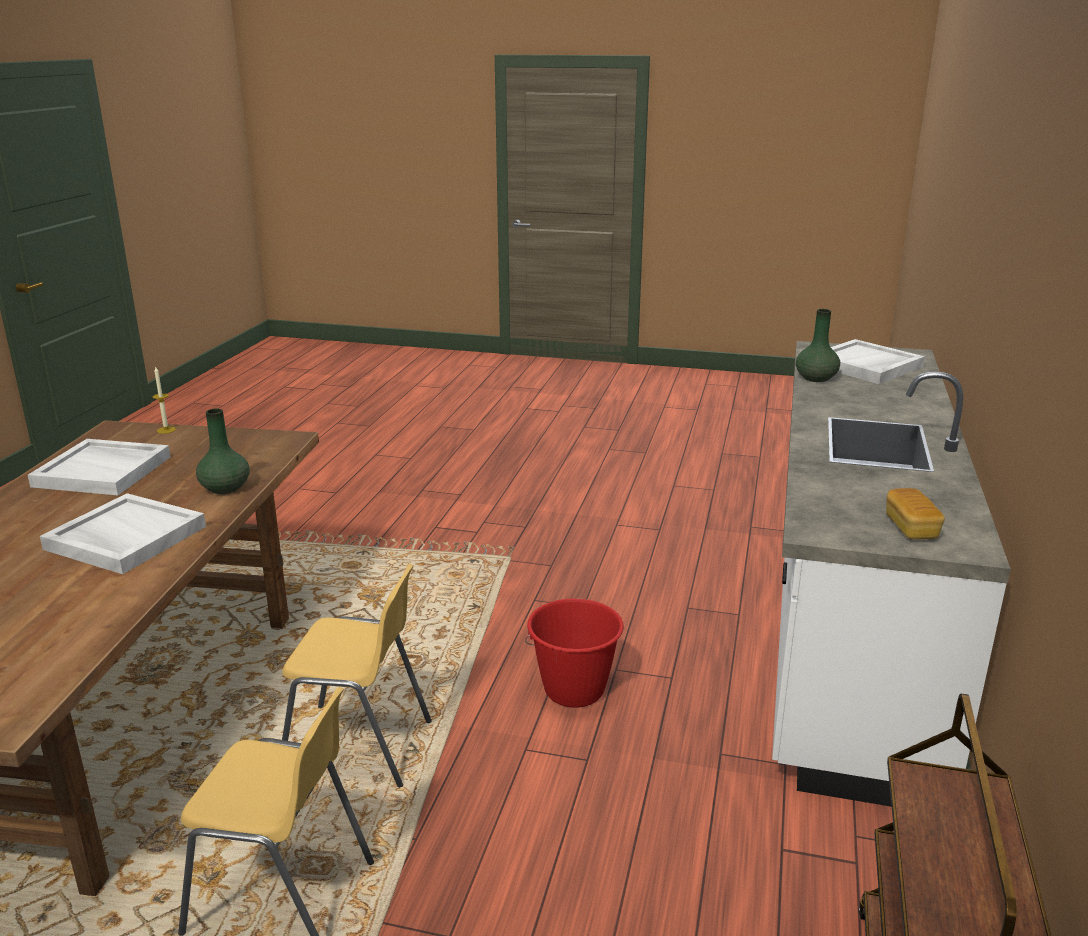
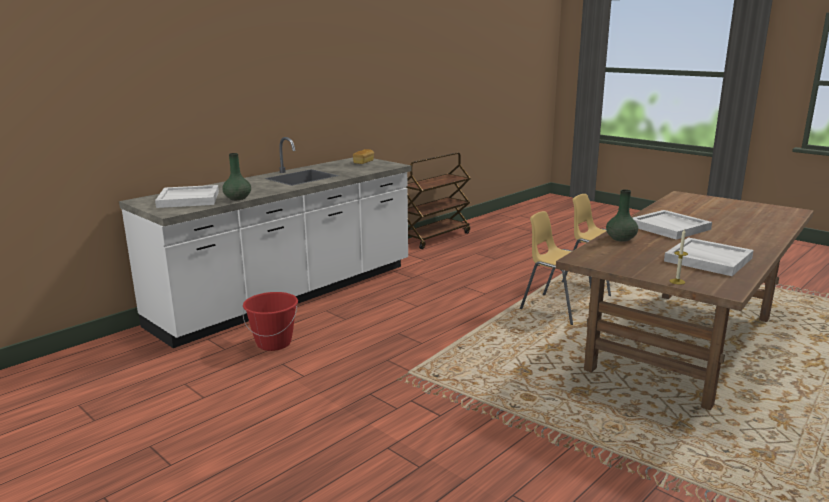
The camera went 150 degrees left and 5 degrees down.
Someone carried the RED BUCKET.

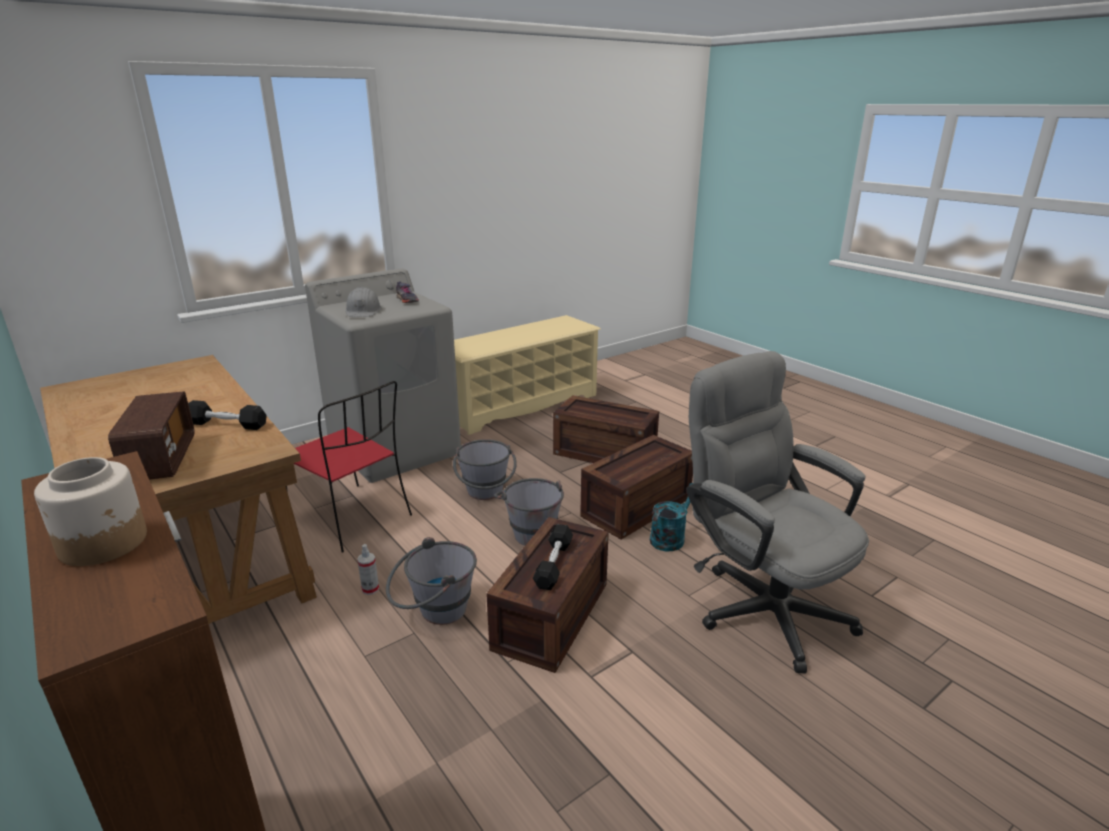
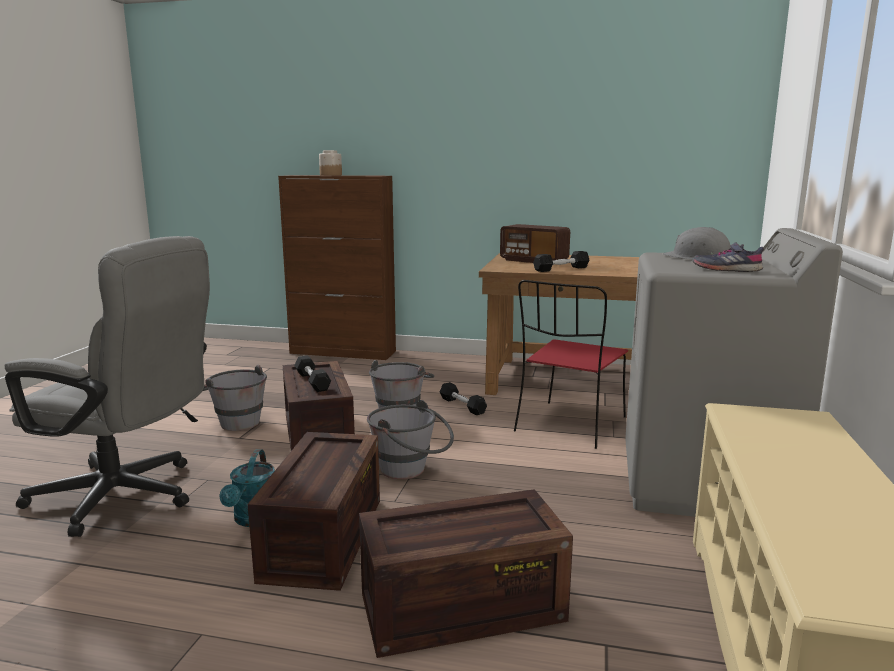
The camera went 140 degrees right and 10 degrees down.
Someone rotated the RED CHAIR by 60 degrees counterclockwise.
Someone swapped the SPRAY BOTTLE for the BLACK DUMBBELL (no. 2 from left).
Someone carried the GREY BUCKET (no. 2 from left in the first image).

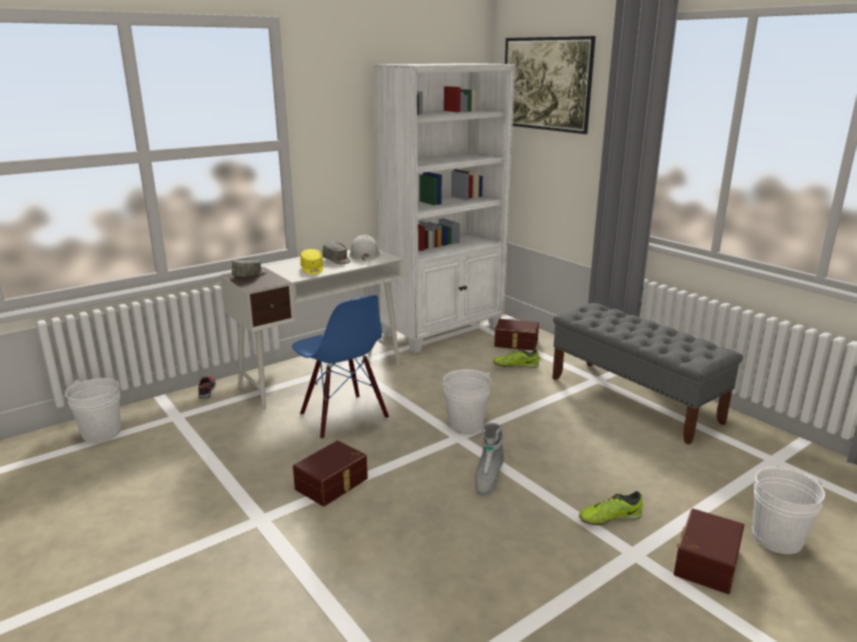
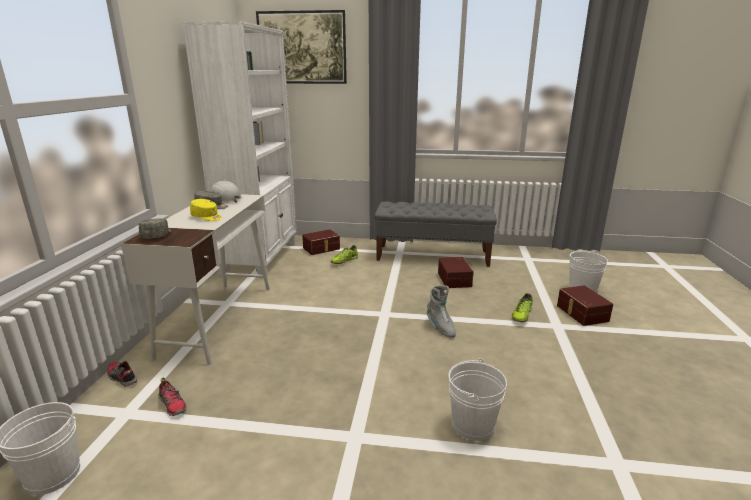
The camera went 45 degrees left and 0 degrees up.
Someone took away the BLUE CHAIR.
Someone carried the BROWN STORAGE BOX (no. 1 from left in the first image).
Someone carried the WHITE BUCKET (no. 2 from left).
Someone put down the SHOE (no. 2 from left).

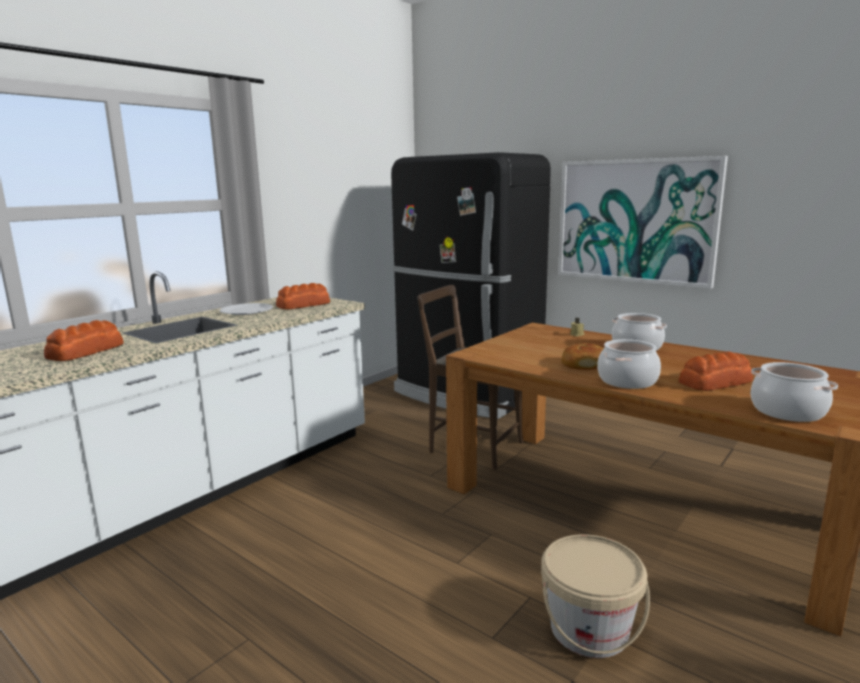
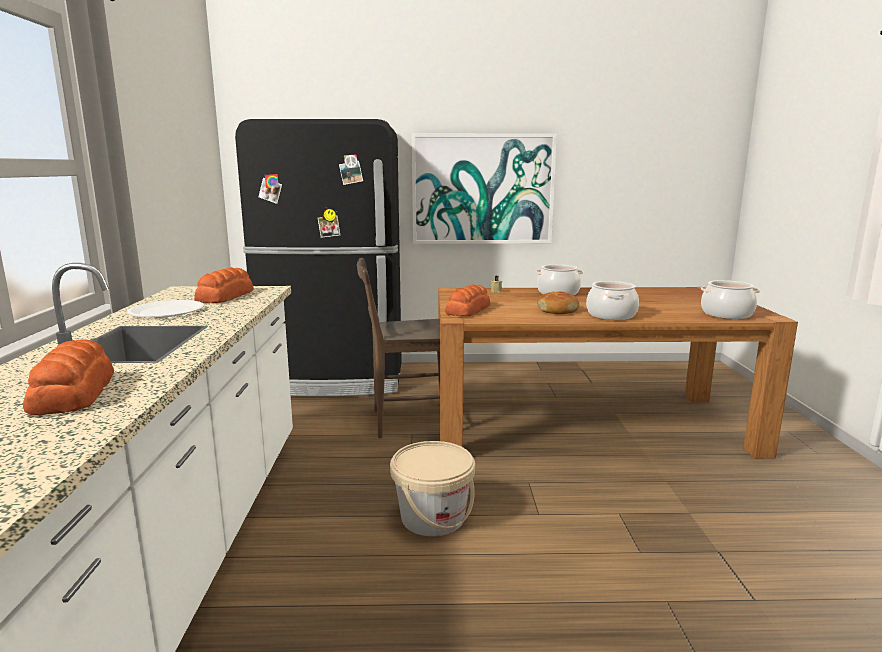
The camera went 40 degrees left and 0 degrees up.
Someone carried the BEIGE BUCKET.
Someone carried the BREAD (no. 4 from left in the first image).

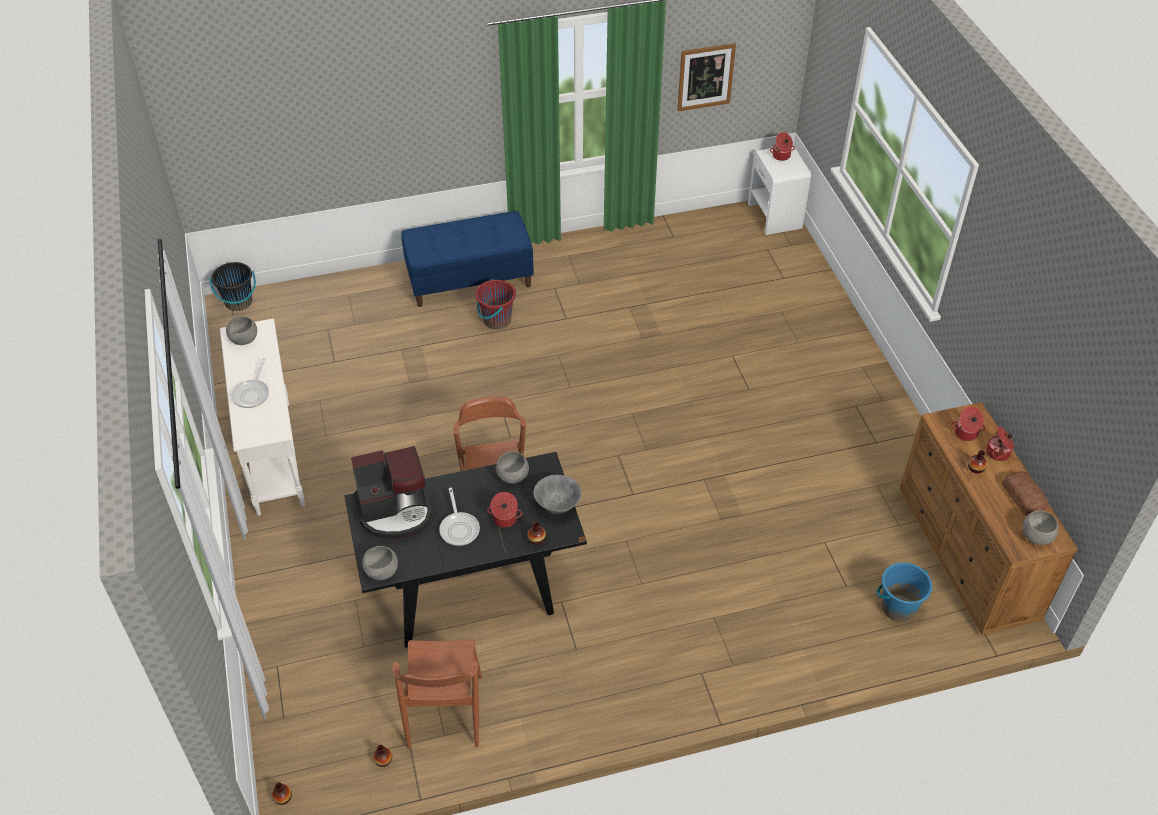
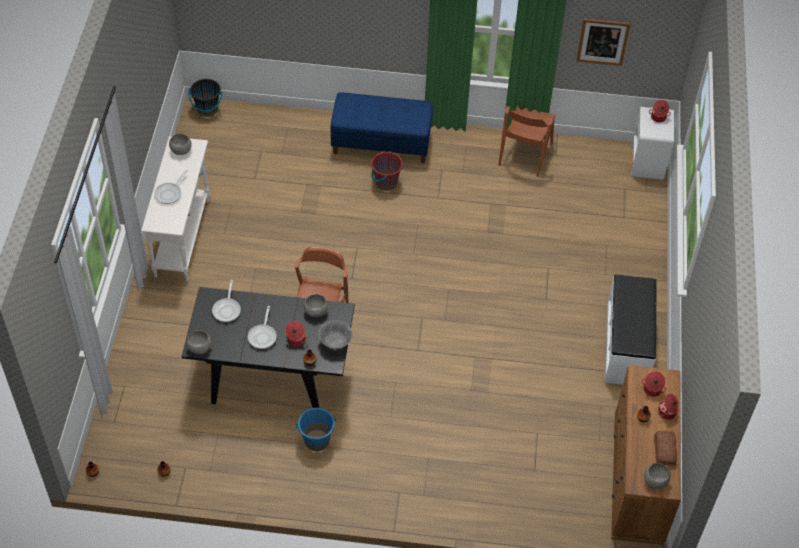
The camera went 20 degrees right and 5 degrees up.
Someone swapped the COFFEE MACHINE for the FRYING PAN (no. 2 from left).
Someone carried the BROWN CHAIR (no. 1 from left in the first image).
Someone carried the BLUE BUCKET.
Someone put down the WHITE BENCH.

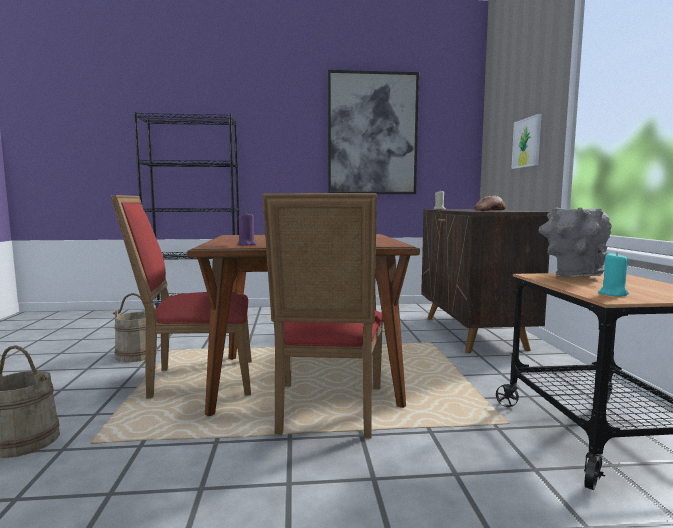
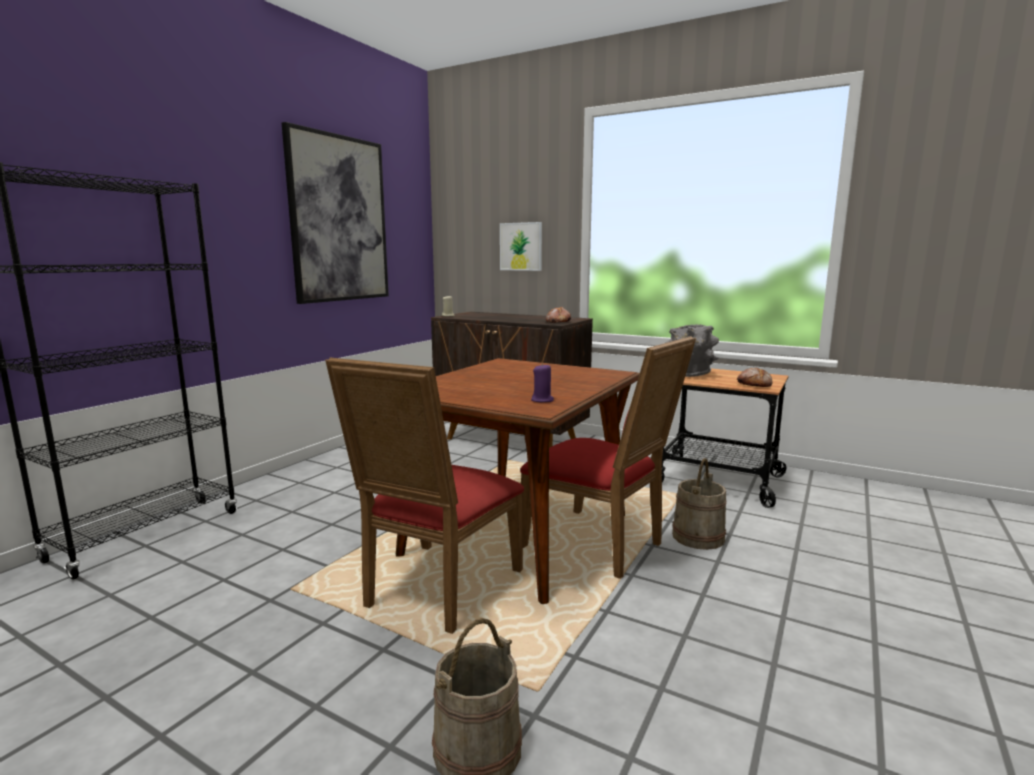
The camera went 55 degrees left and 5 degrees up.
Someone carried the BEIGE BUCKET (no. 2 from left).
Someone swapped the TURQUOISE CANDLE for the BREAD (no. 2 from left).

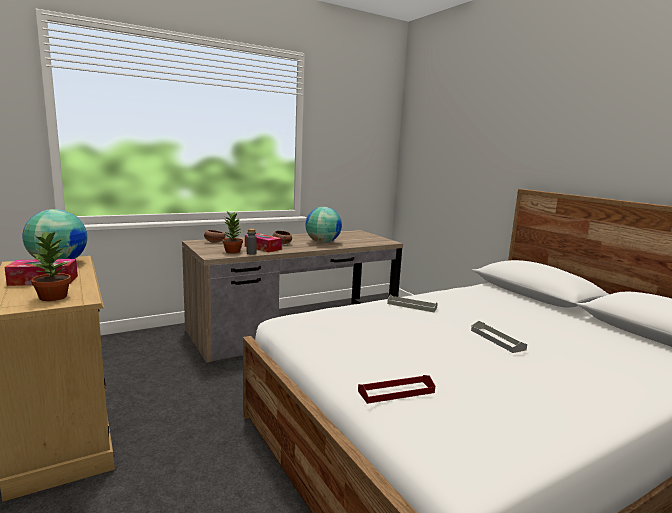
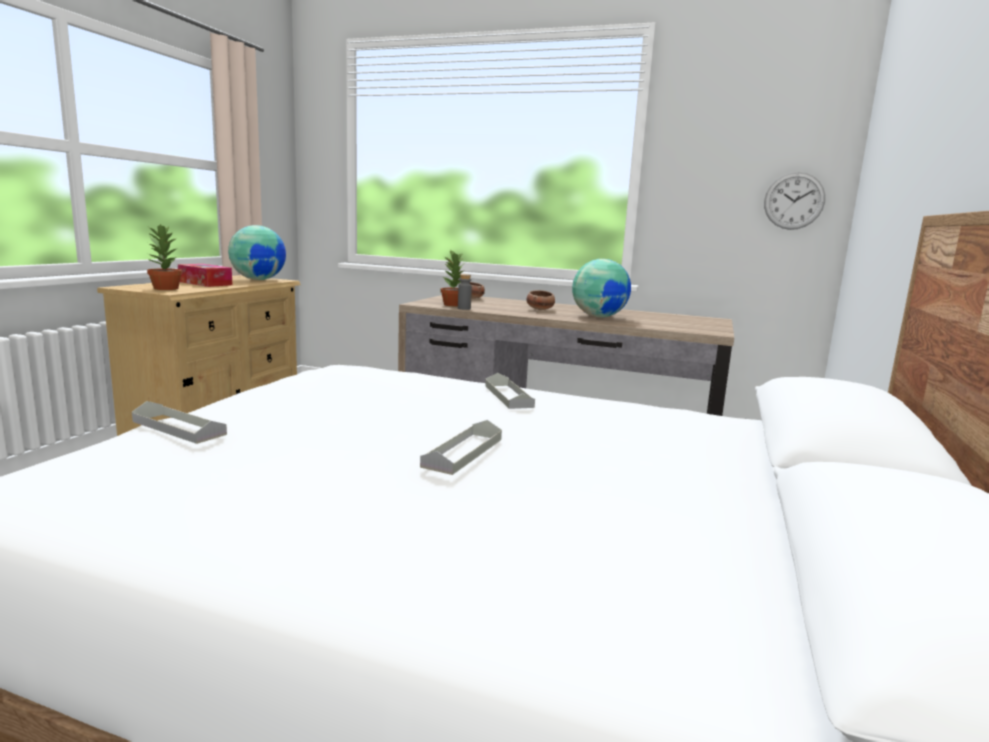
The camera went 50 degrees right and 0 degrees up.
Someone took away the TISSUE BOX (no. 2 from left).
Someone repainted the RED TRAY, which became the GREY TRAY (no. 1 from left).
Someone put up the WALL CLOCK.

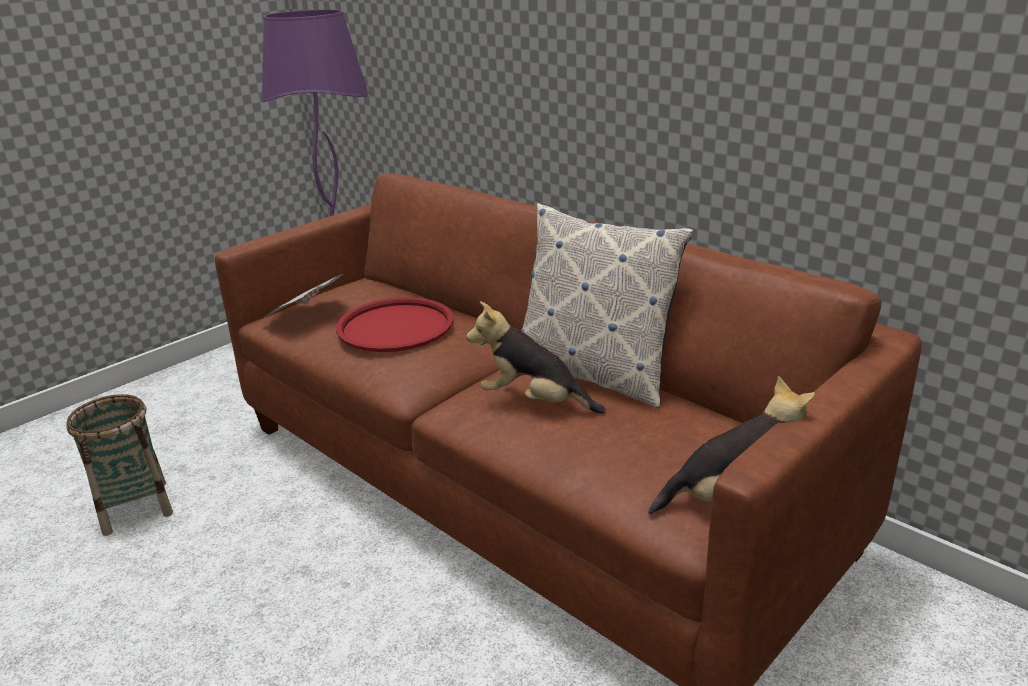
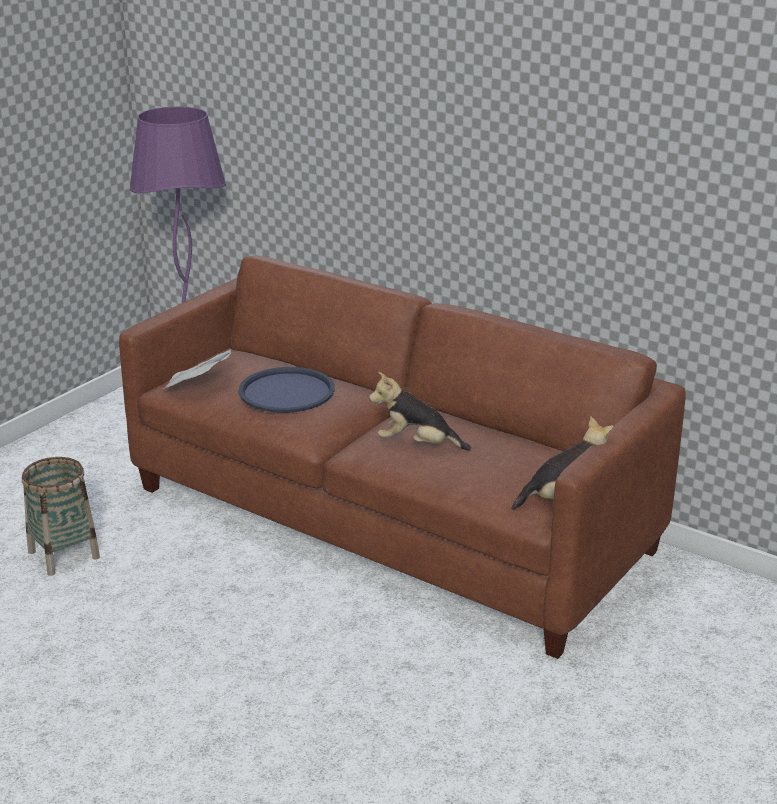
The camera went 10 degrees left and 0 degrees up.
Someone repainted the RED TRAY, which became the BLUE TRAY.
Someone took away the PILLOW.

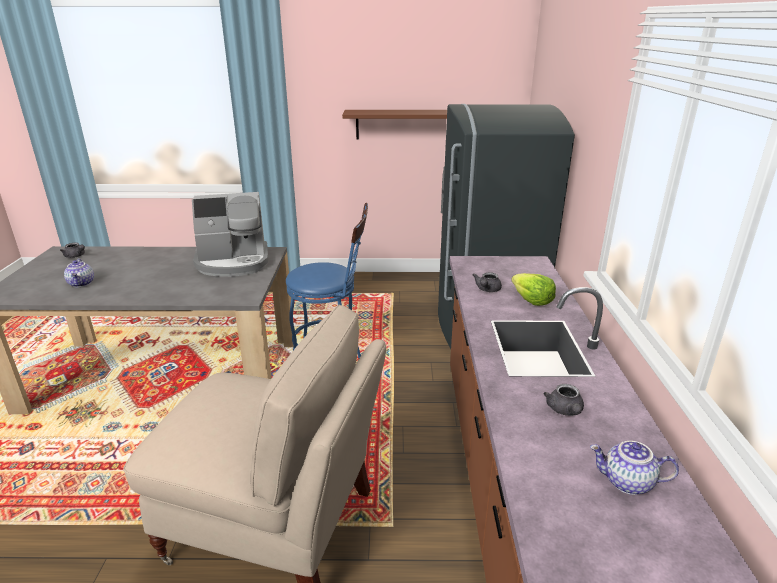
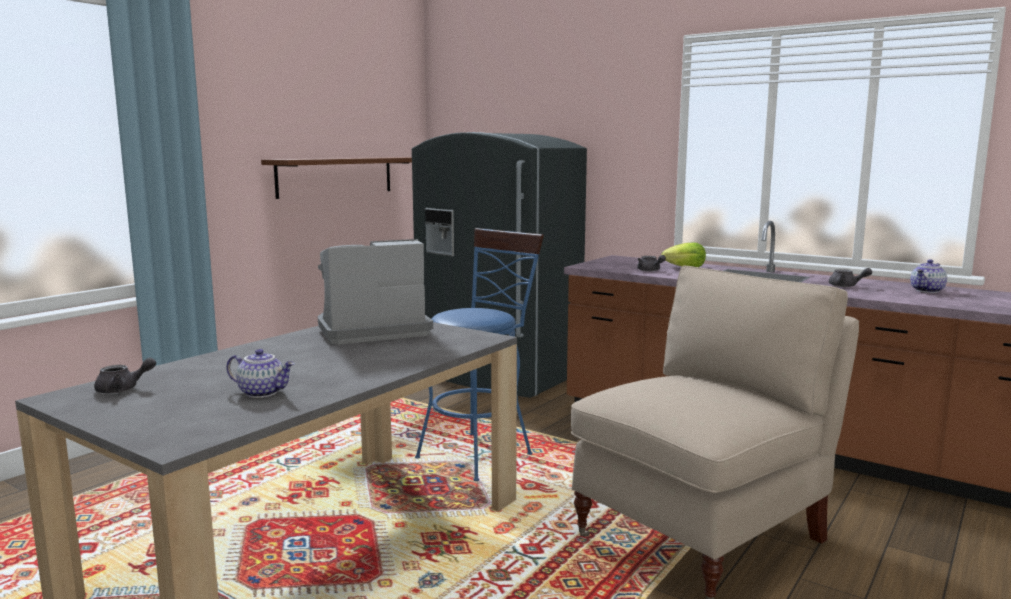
The camera went 55 degrees left and 15 degrees down.
Someone rotated the COFFEE MACHINE by 135 degrees counterclockwise.

